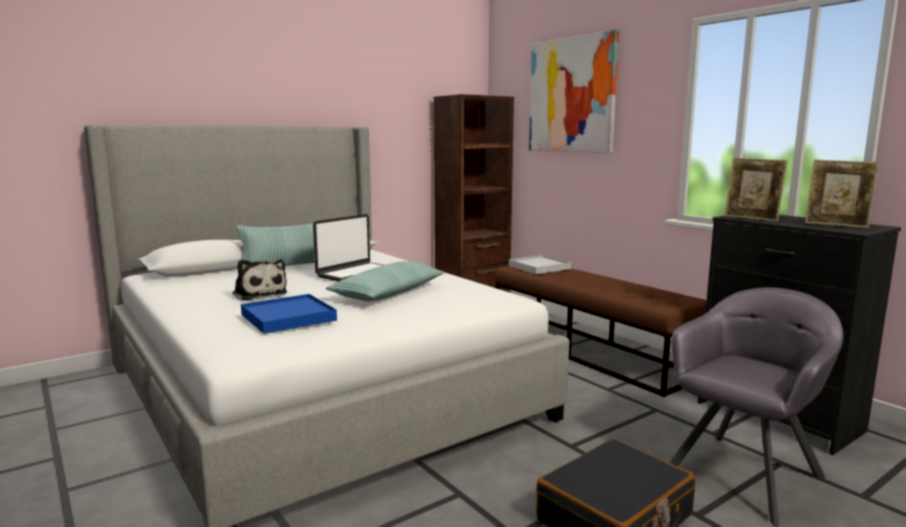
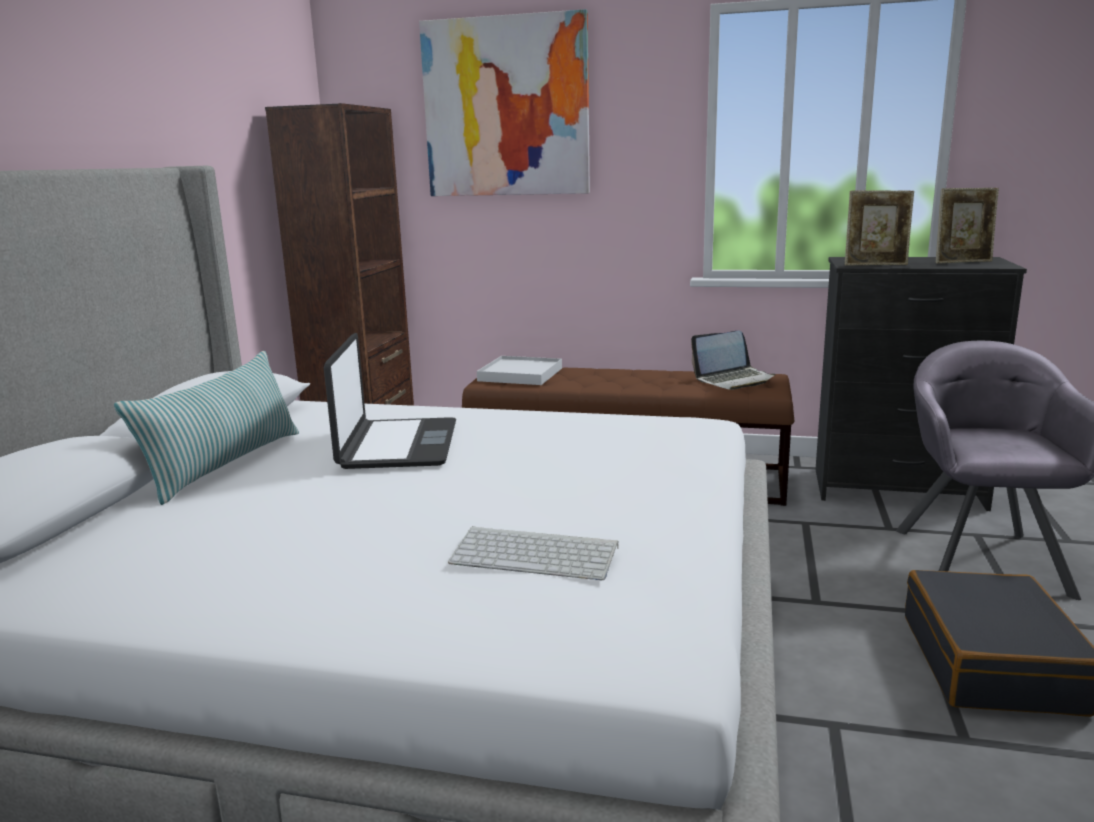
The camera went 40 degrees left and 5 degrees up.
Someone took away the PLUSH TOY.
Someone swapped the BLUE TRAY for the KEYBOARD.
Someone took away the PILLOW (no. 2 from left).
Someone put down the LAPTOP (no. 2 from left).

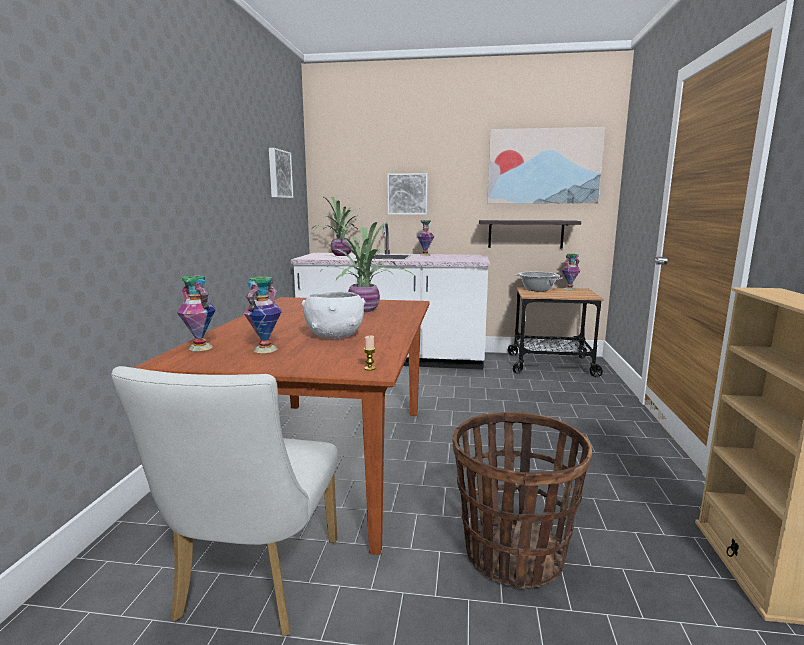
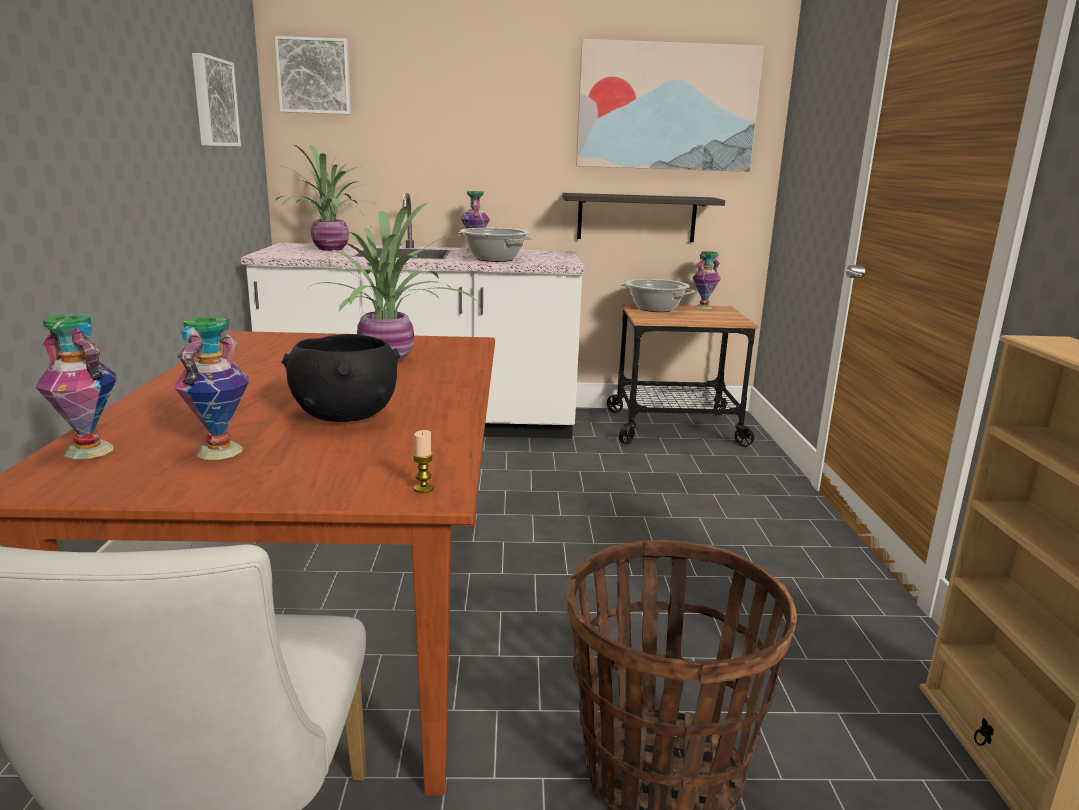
The camera went 10 degrees left and 5 degrees up.
Someone repainted the WHITE BOWL, which became the BLACK BOWL.
Someone carried the PICTURE (no. 2 from left).
Someone put down the COOKING POT (no. 1 from left).

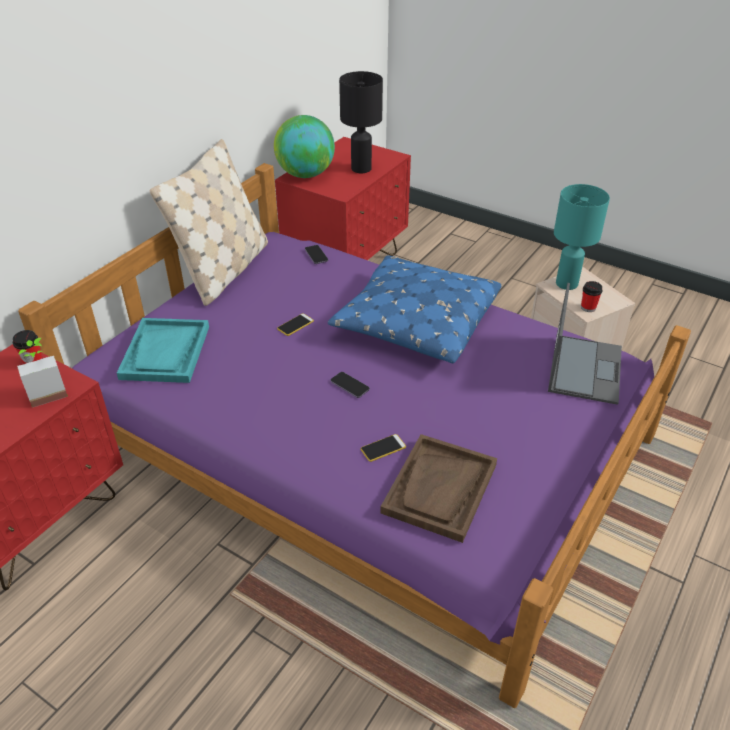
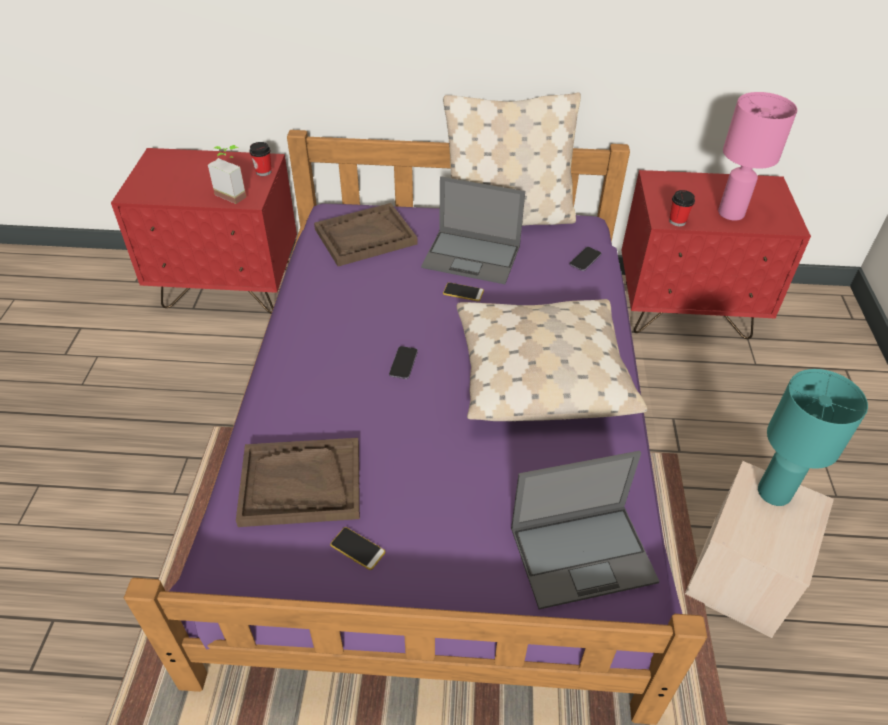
The camera went 60 degrees right and 5 degrees up.
Someone repainted the TURQUOISE TRAY, which became the BROWN TRAY (no. 2 from left).
Someone took away the GLOBE.
Someone repainted the BLUE PILLOW, which became the BEIGE PILLOW (no. 2 from left).
Someone repainted the BLACK TABLE LAMP, which became the PINK TABLE LAMP.
Someone carried the PHONE (no. 4 from left in the first image).
Someone carried the CUP (no. 2 from left).
Someone put down the LAPTOP (no. 1 from left).

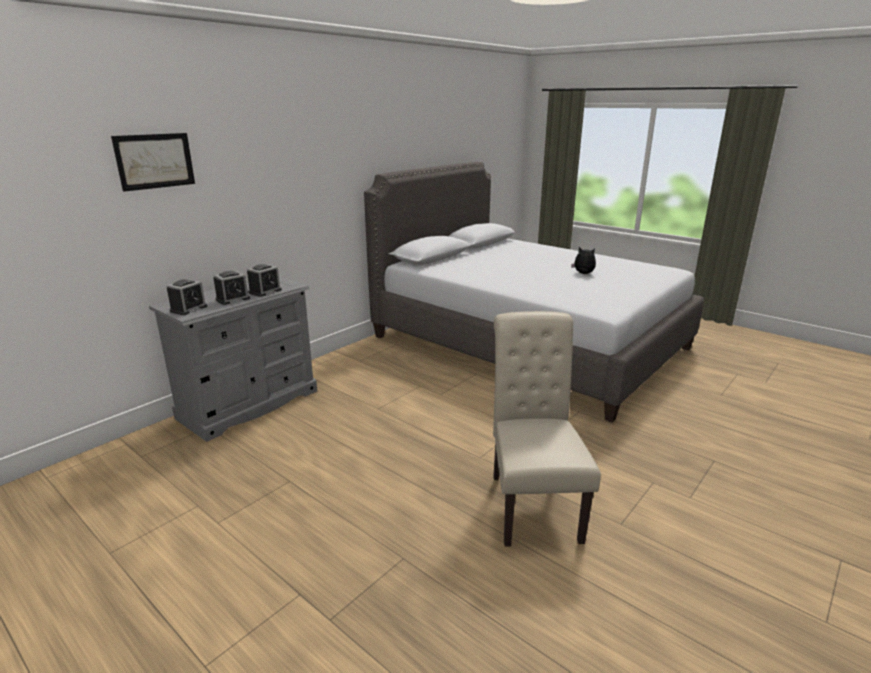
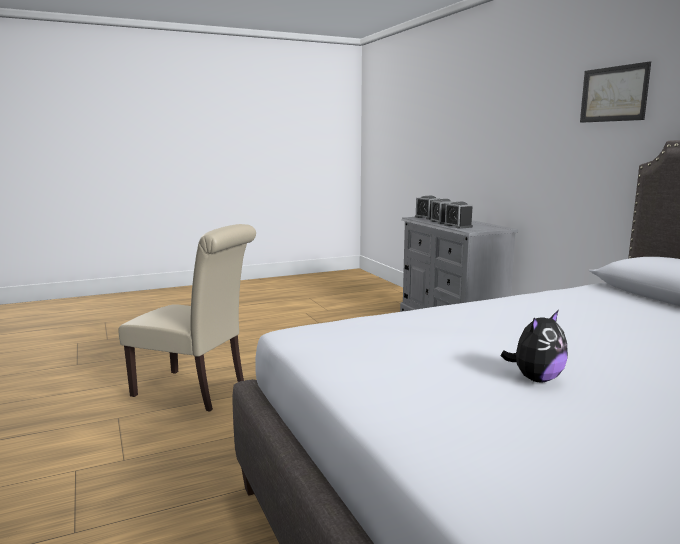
The camera went 115 degrees right and 10 degrees down.
Someone carried the PICTURE.

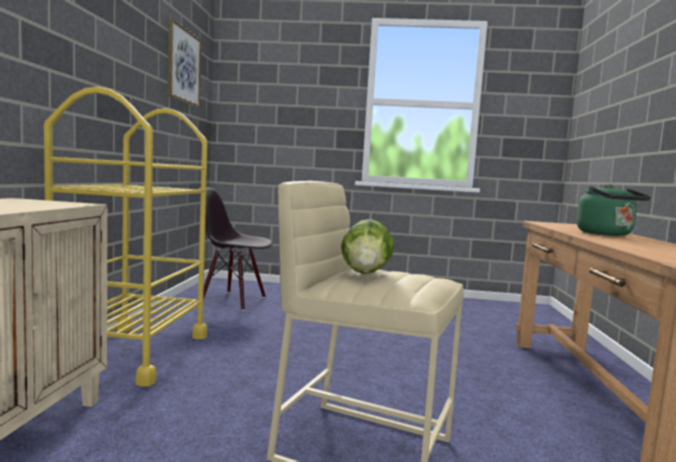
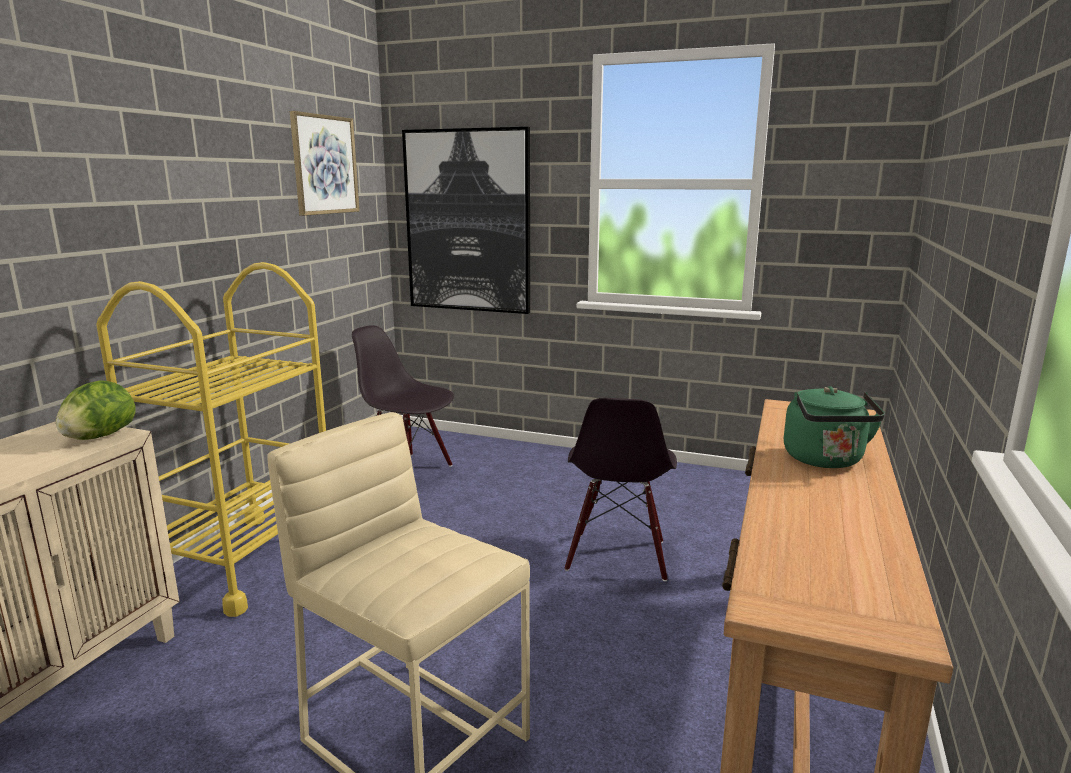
The camera went 15 degrees right and 10 degrees up.
Someone carried the LETTUCE.
Someone put up the PICTURE (no. 2 from left).
Someone put down the BLACK CHAIR (no. 2 from left).

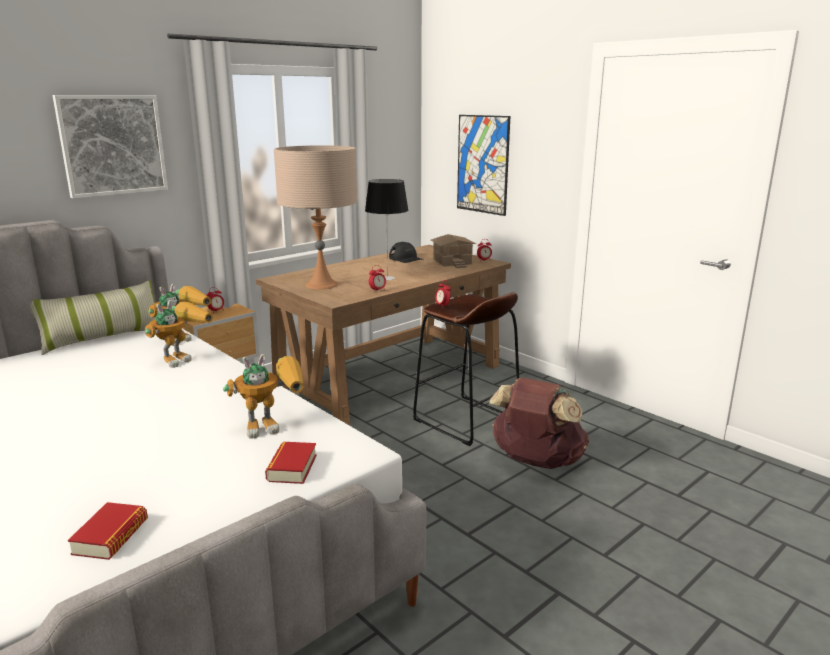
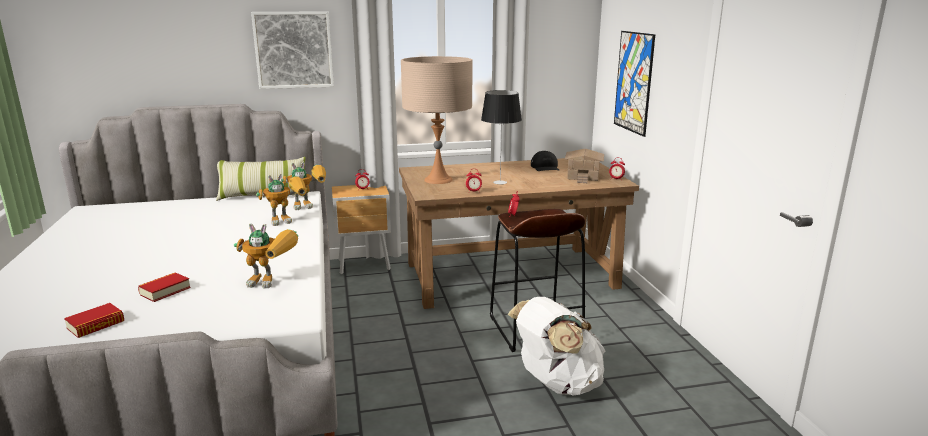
The camera went 30 degrees right and 0 degrees up.
Someone carried the BOOK (no. 2 from left).
Someone repainted the BROWN BACKPACK, which became the WHITE BACKPACK.

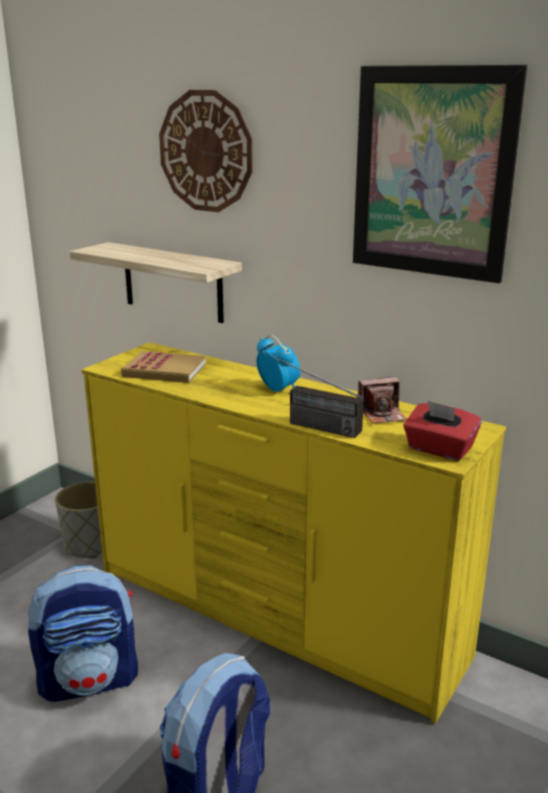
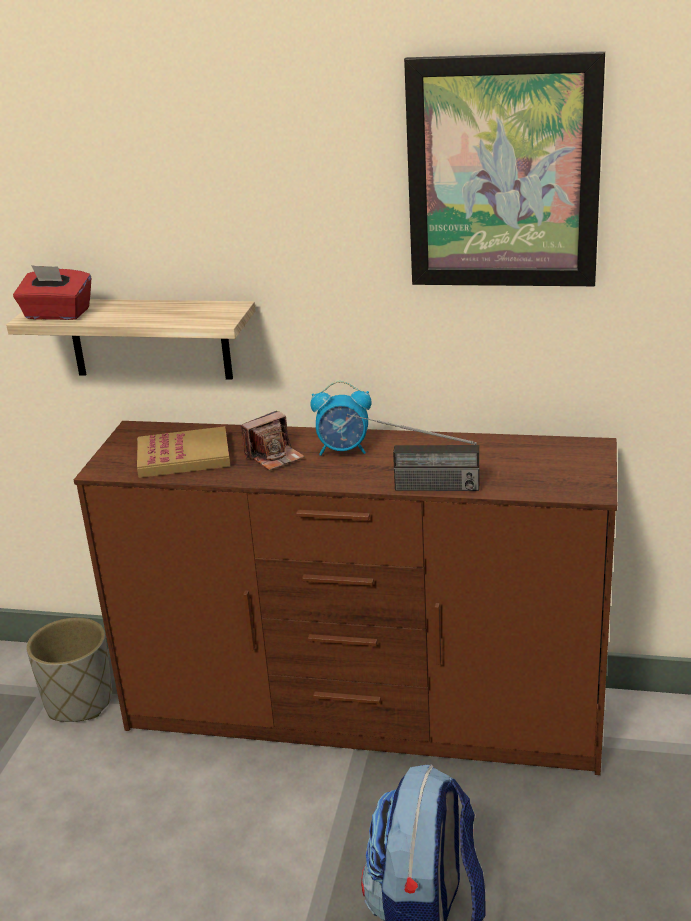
The camera went 20 degrees left and 5 degrees up.
Someone took away the BACKPACK (no. 1 from left).
Someone repainted the YELLOW DRESSER, which became the BROWN DRESSER.
Someone took away the WALL CLOCK.
Someone rotated the ALARM CLOCK by 150 degrees clockwise.
Someone carried the PHOTO CAMERA.
Someone carried the RED TISSUE BOX.

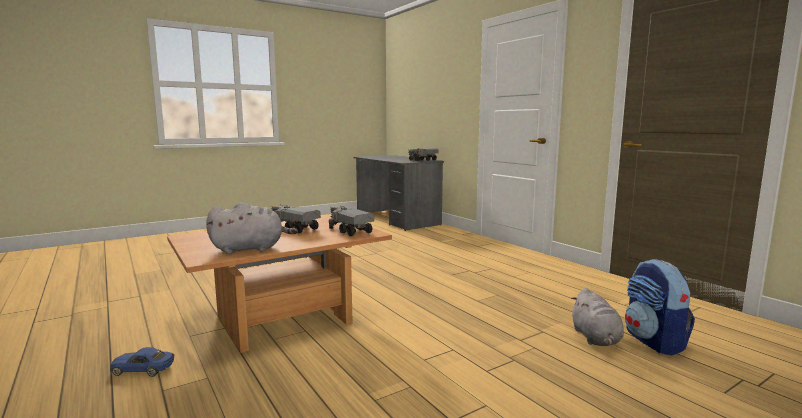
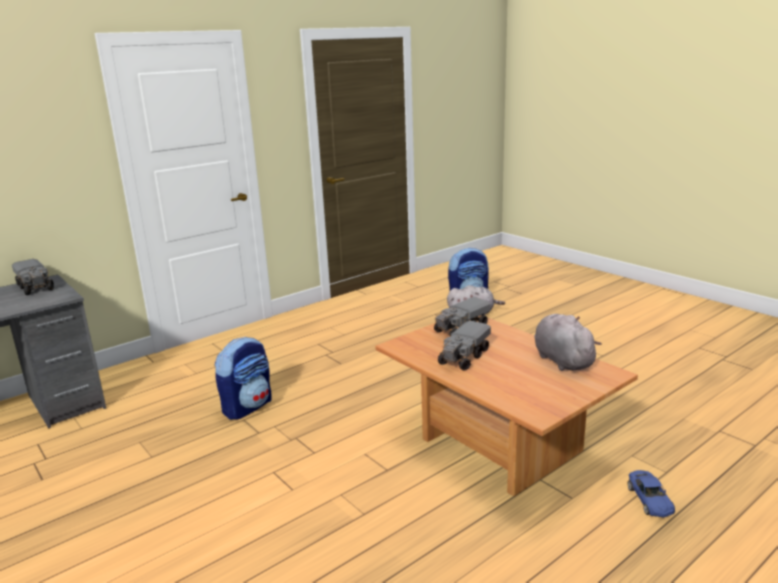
The camera went 95 degrees left and 10 degrees up.
Someone put down the BACKPACK (no. 1 from left).

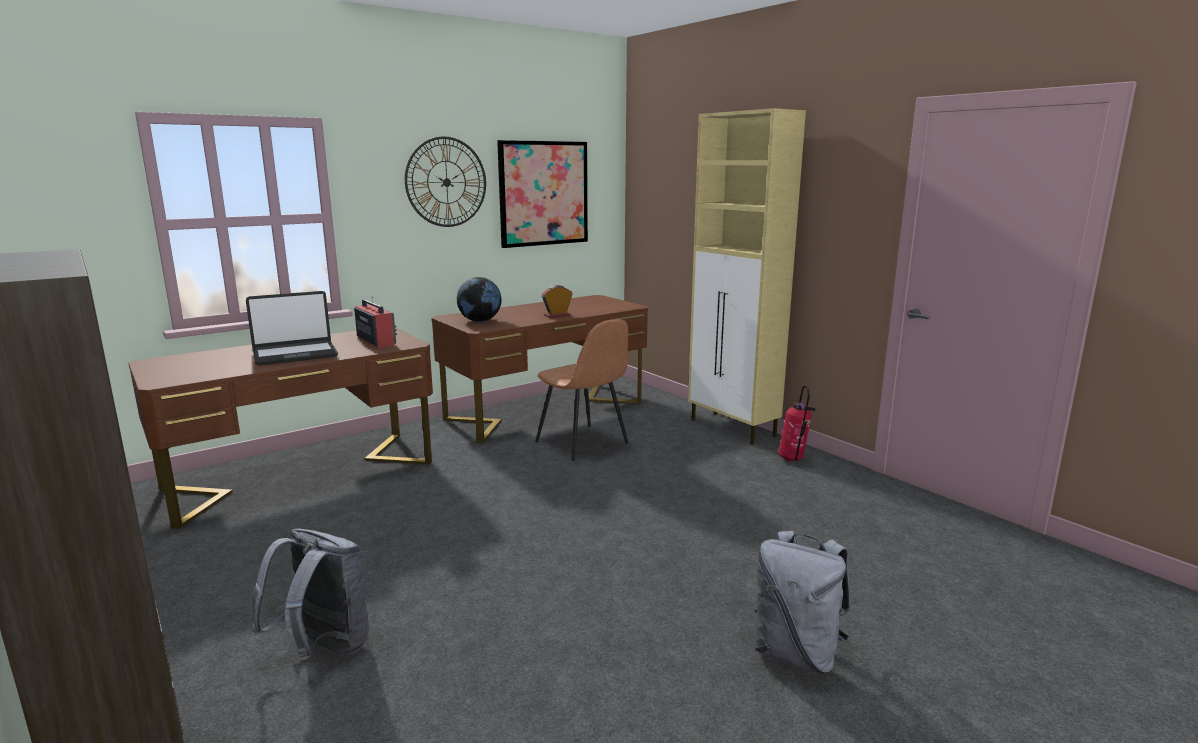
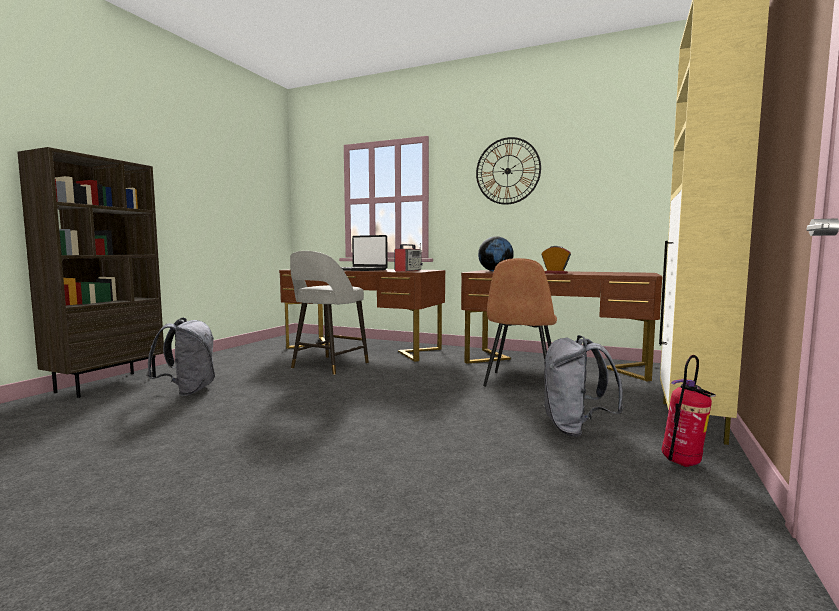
The camera went 60 degrees right and 10 degrees down.
Someone took away the PICTURE.
Someone carried the GREY BACKPACK (no. 2 from left).
Someone put down the GREY STOOL.

